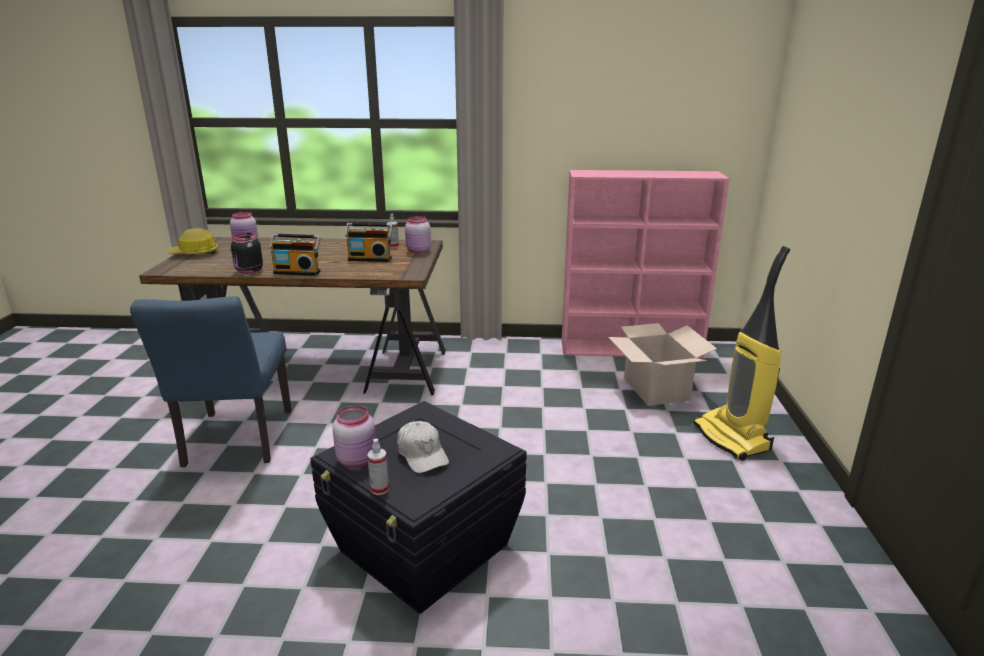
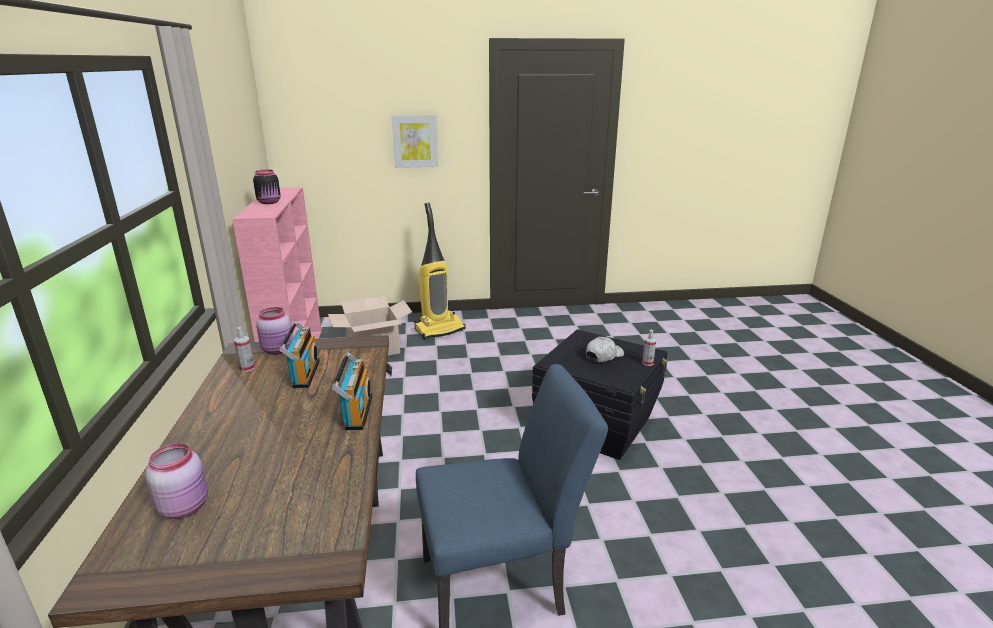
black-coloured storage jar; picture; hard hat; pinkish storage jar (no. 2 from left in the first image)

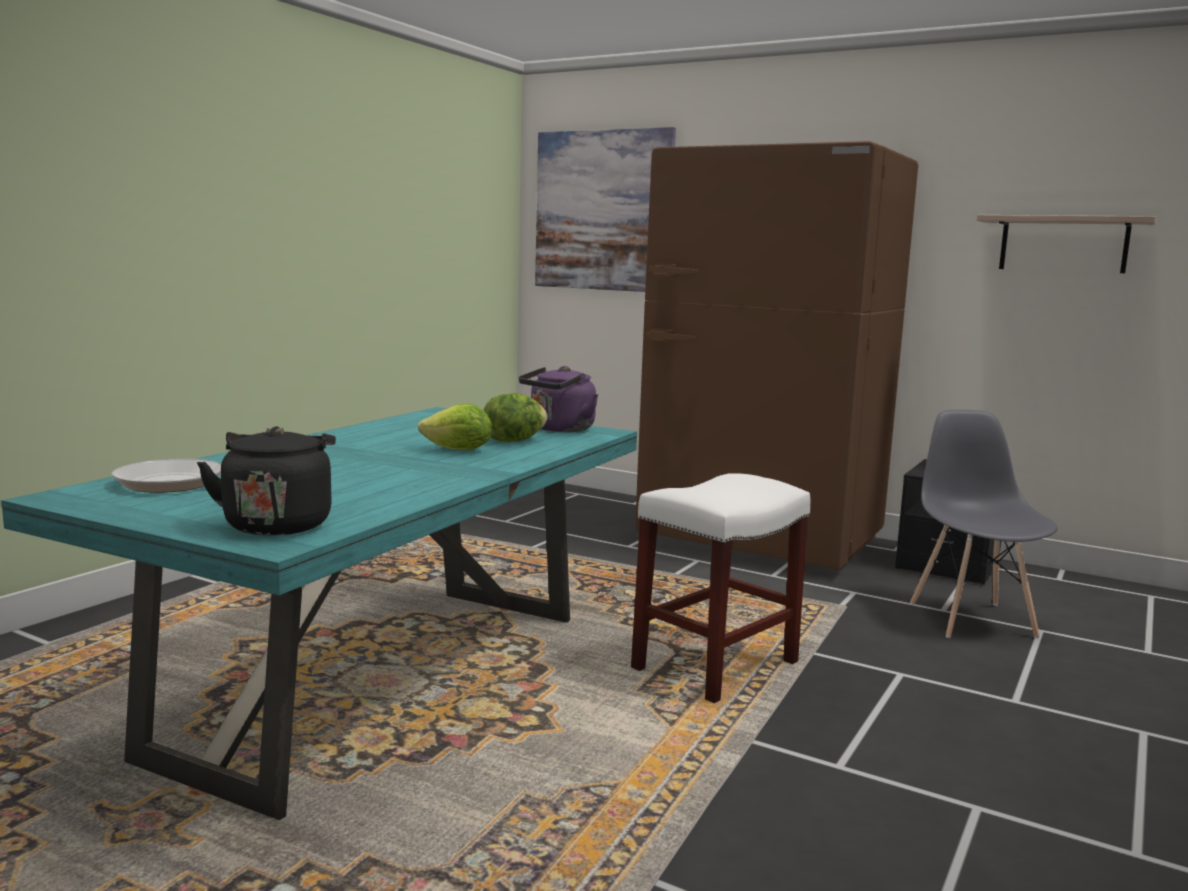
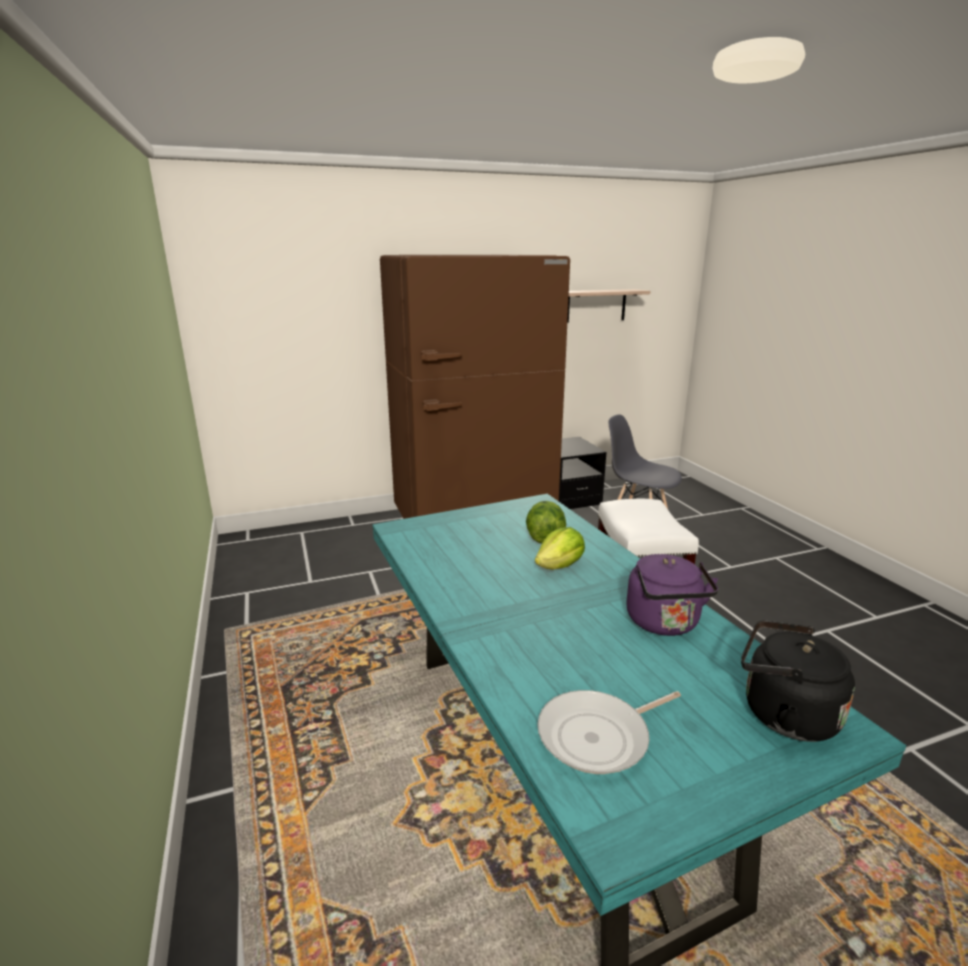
purple-coloured tea kettle; picture

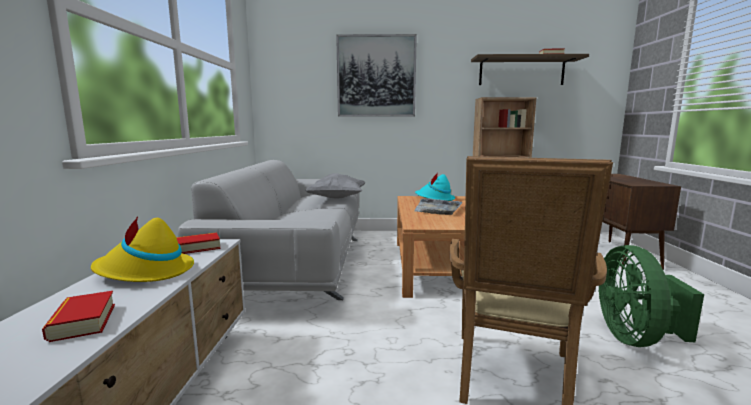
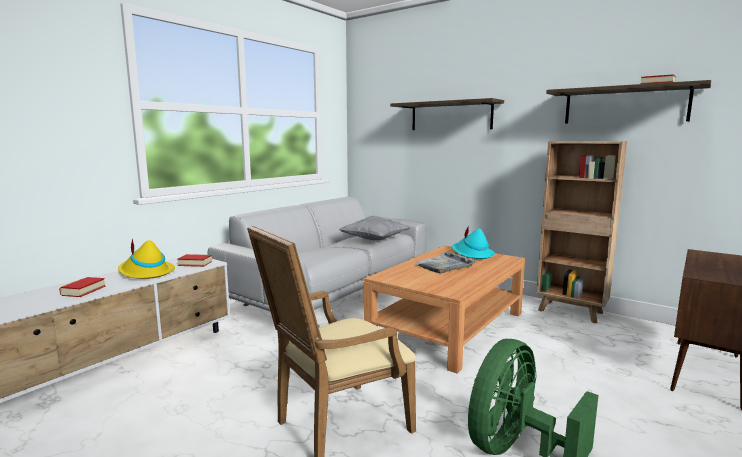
shelf (no. 1 from left)

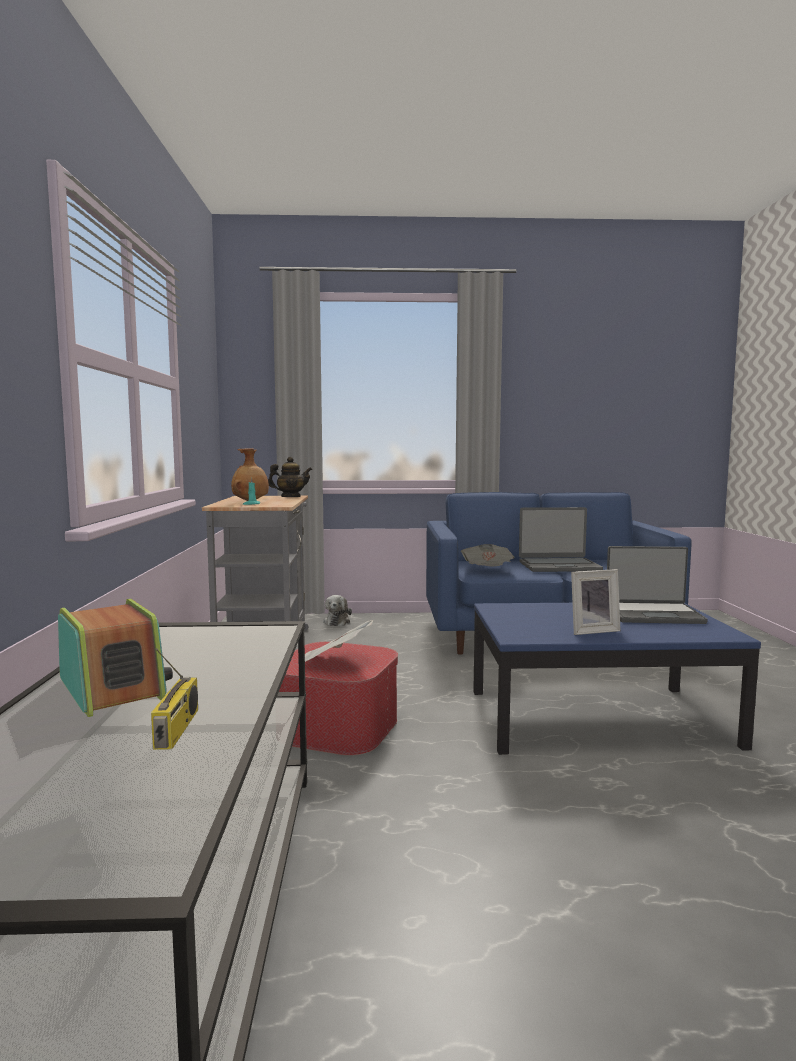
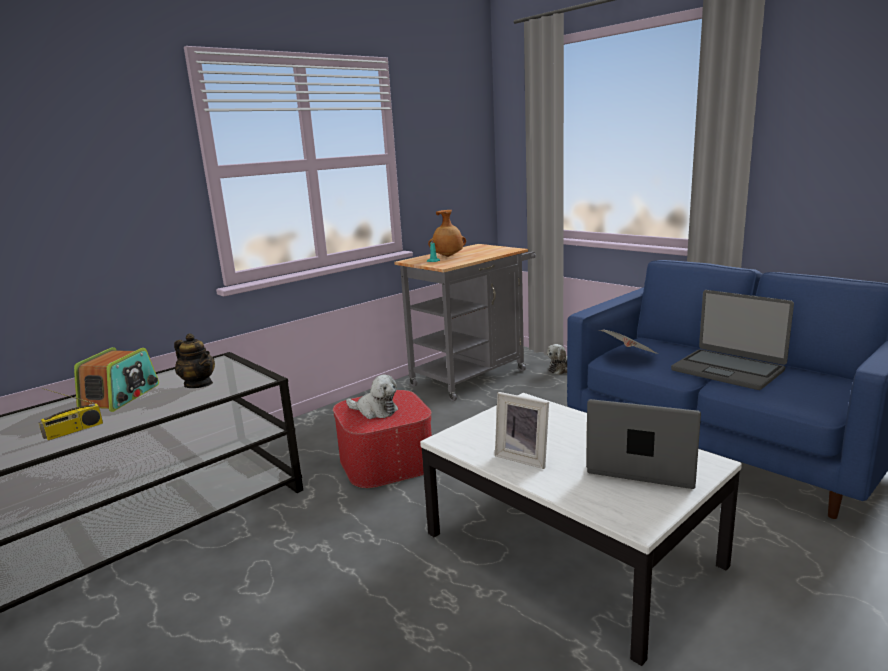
pot for tea; plush toy (no. 1 from left); whitish lounge table; laptop (no. 1 from left)

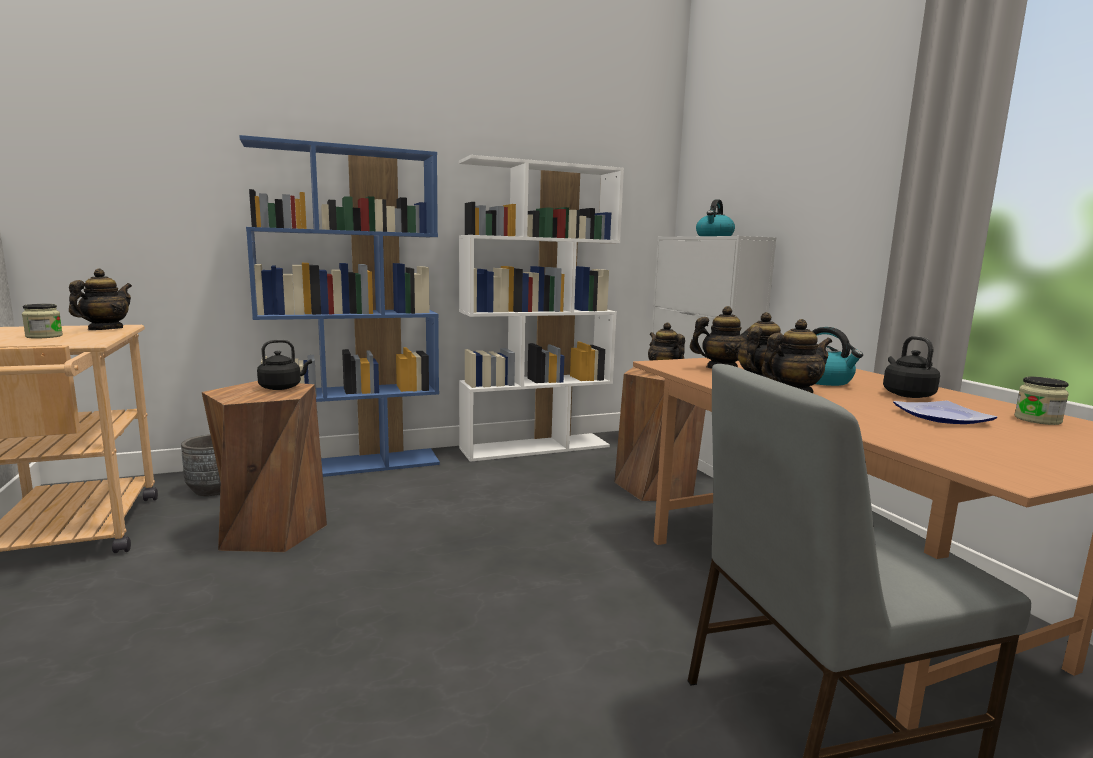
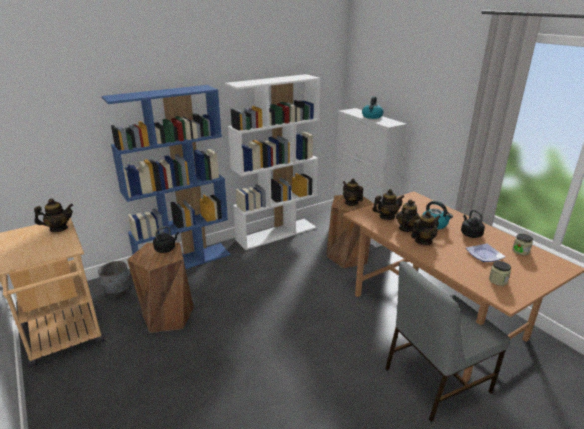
pot for tea (no. 1 from left); storage jar (no. 1 from left)

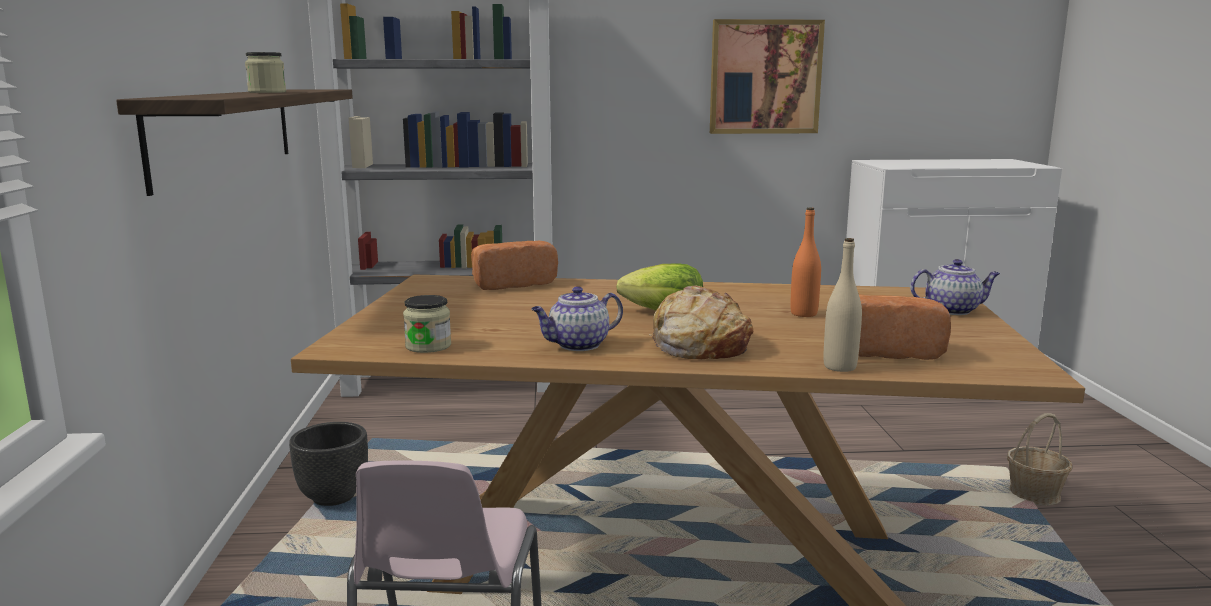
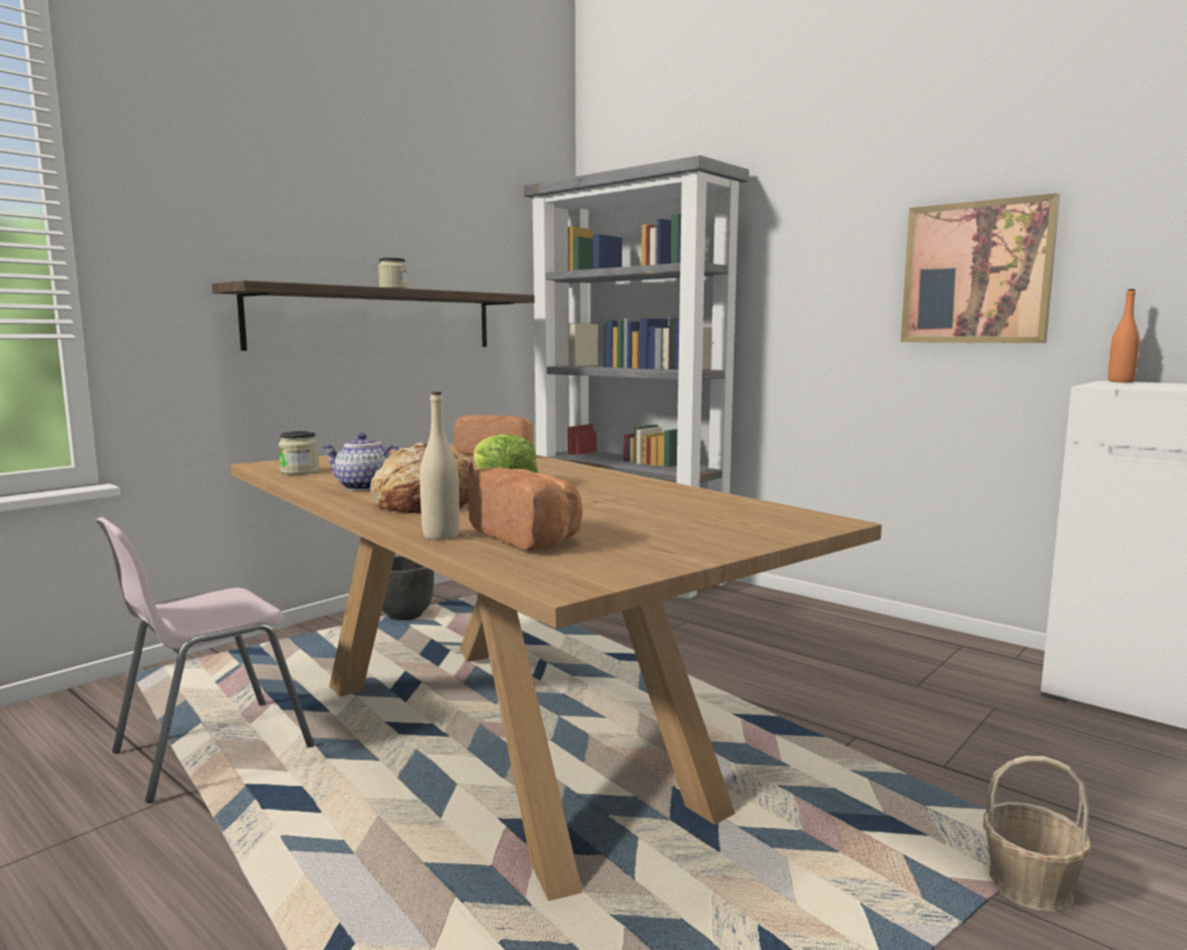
orange-coloured bottle; pot for tea (no. 2 from left in the first image)

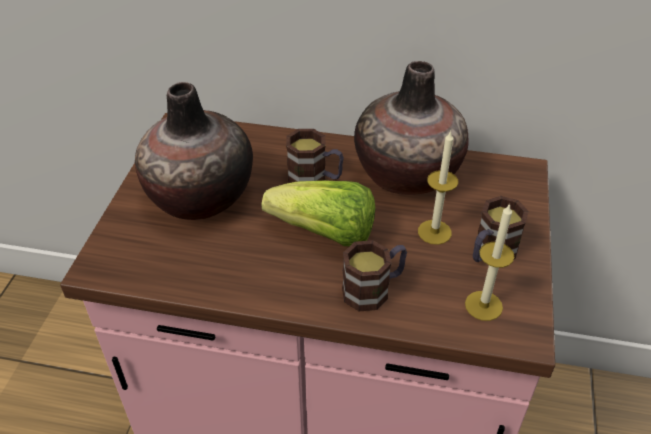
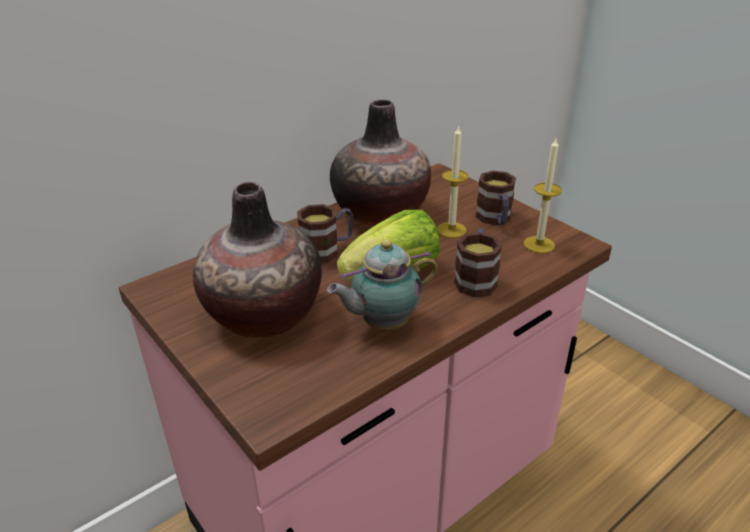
pot for tea

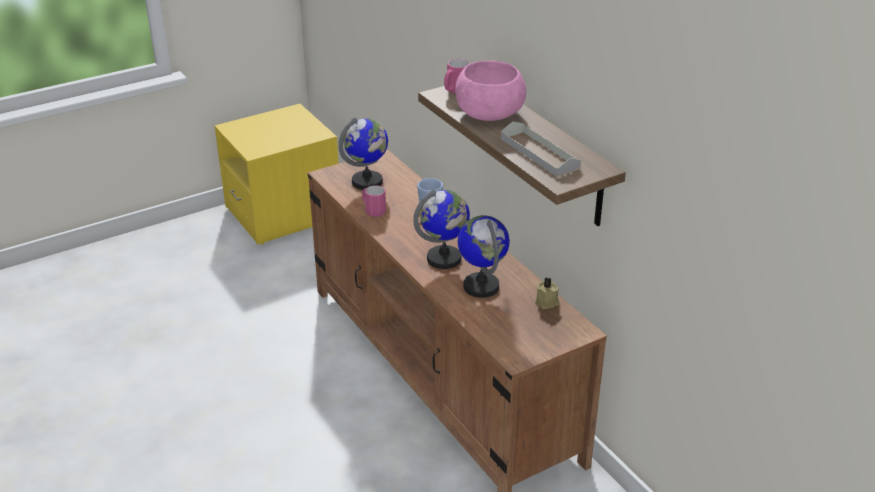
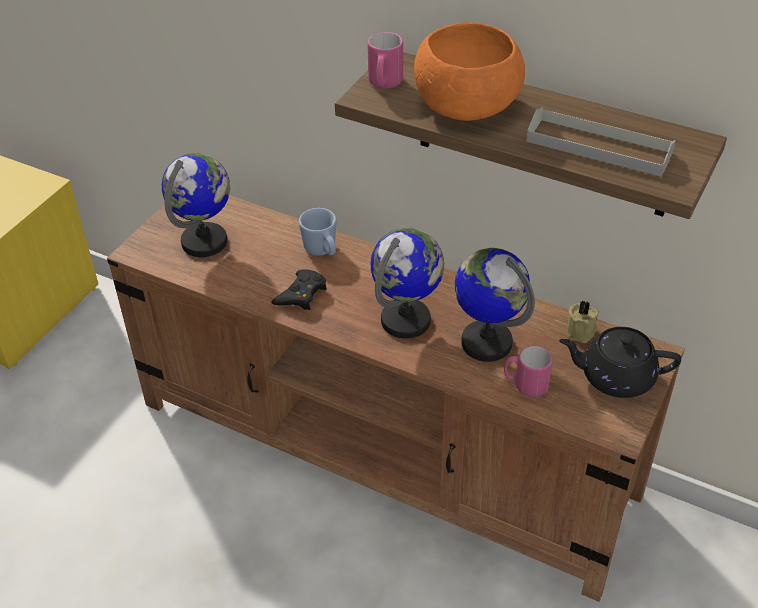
black-coloured joypad; orange-coloured serving bowl; pinkish mug (no. 2 from left); black-coloured pot for tea

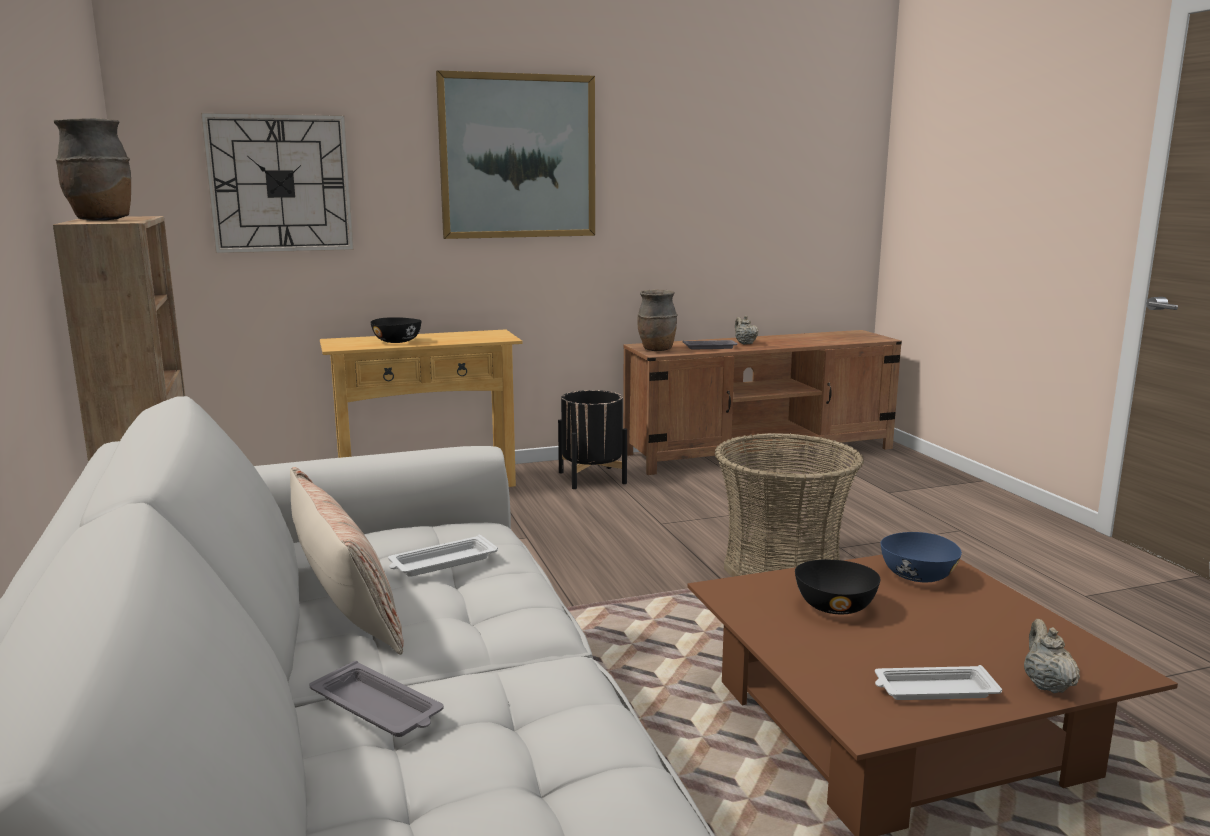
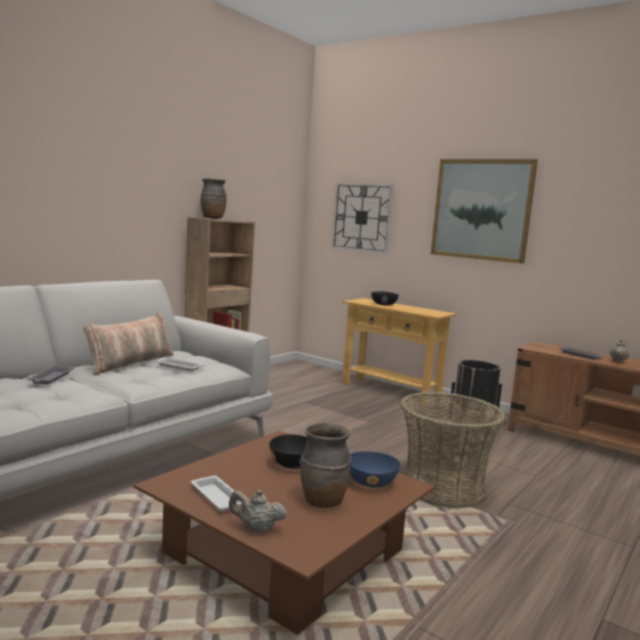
beige-coloured pot for tea (no. 1 from left); brownish decorative vase (no. 2 from left)

